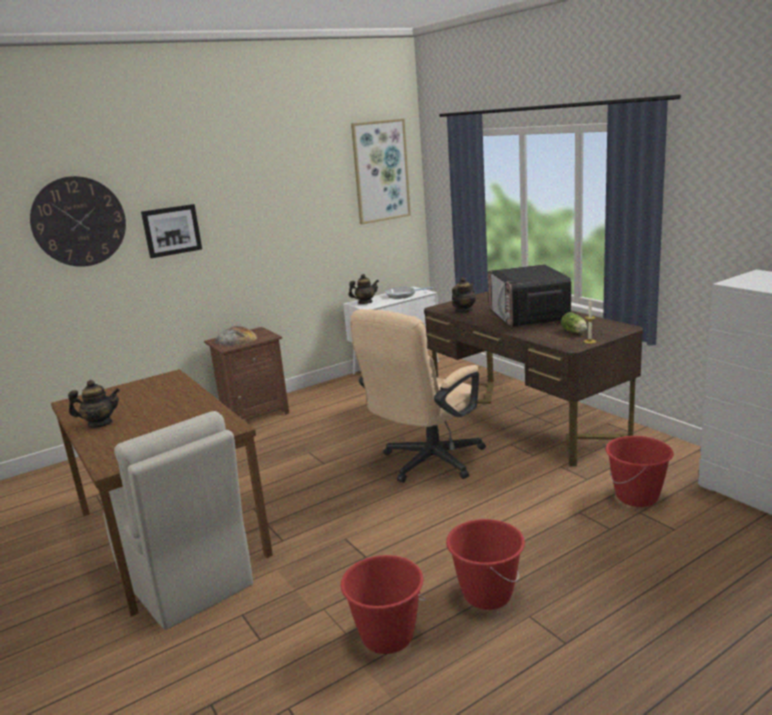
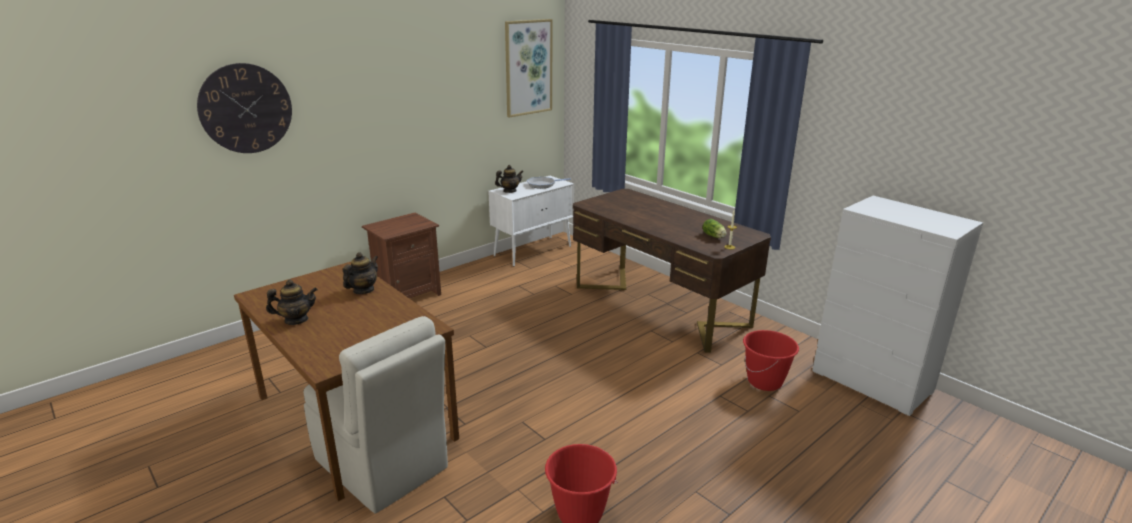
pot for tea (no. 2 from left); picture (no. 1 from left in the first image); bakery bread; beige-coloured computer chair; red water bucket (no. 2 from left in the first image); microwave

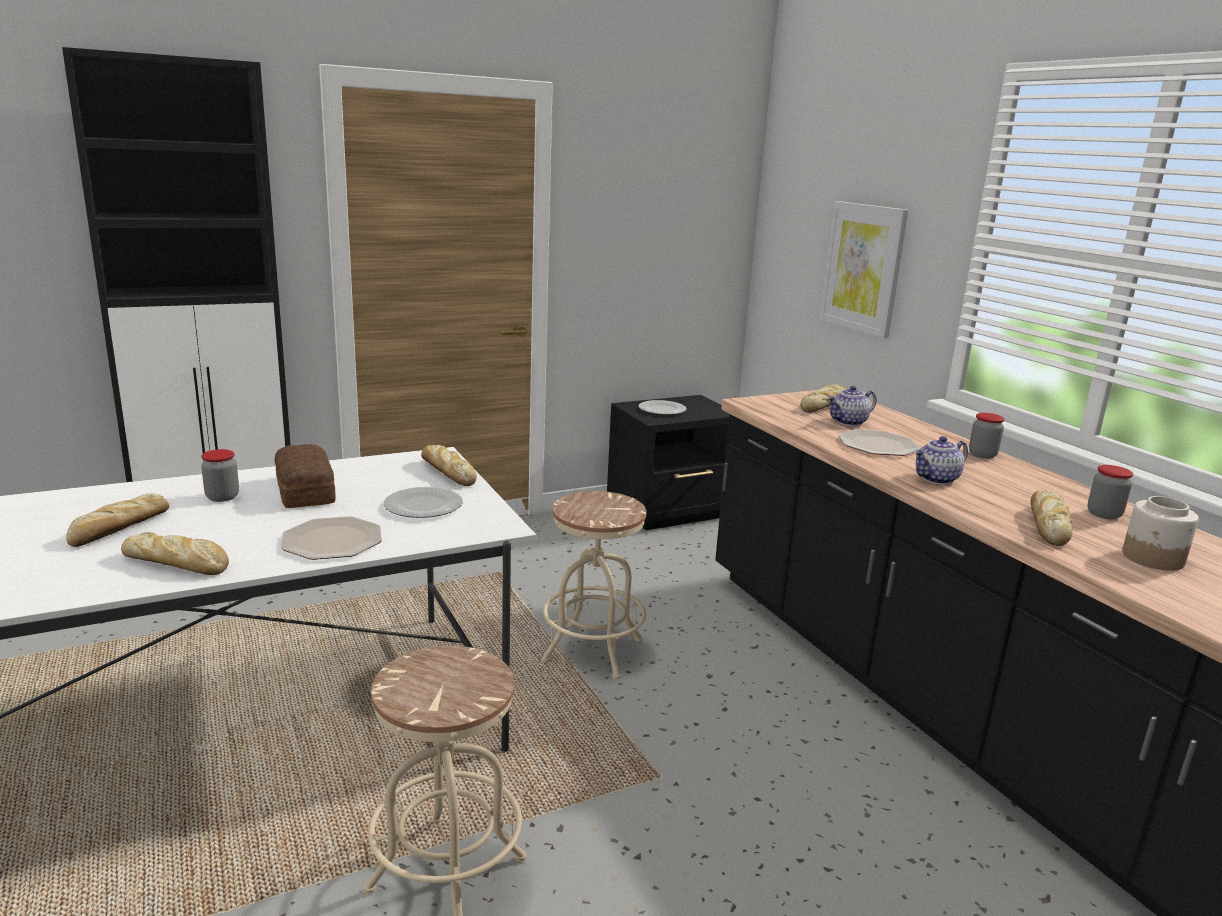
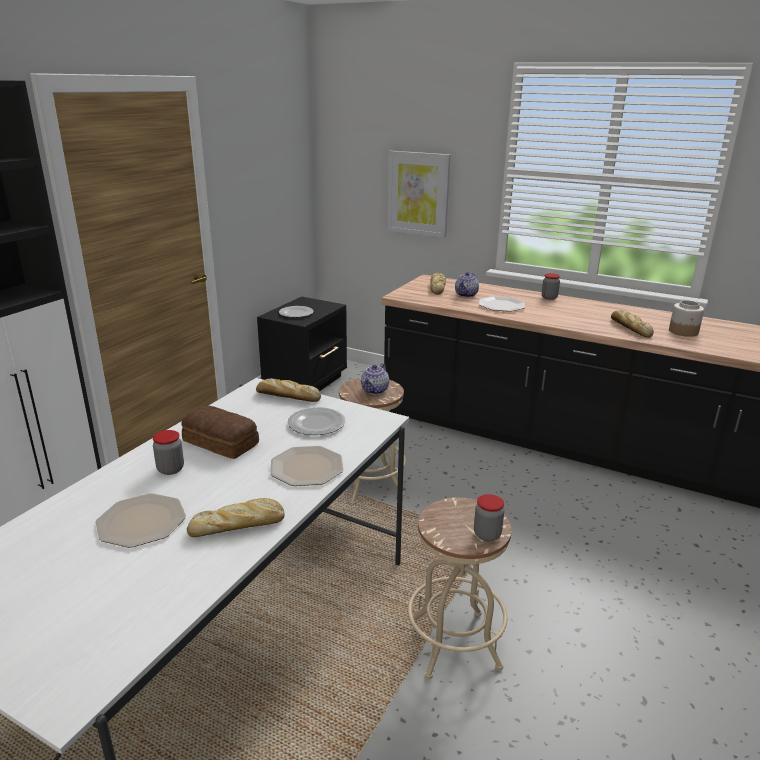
plate (no. 1 from left); pot for tea (no. 1 from left); storage jar (no. 2 from left)

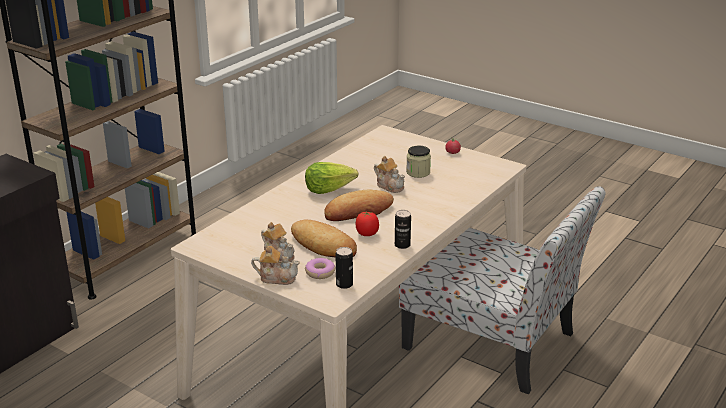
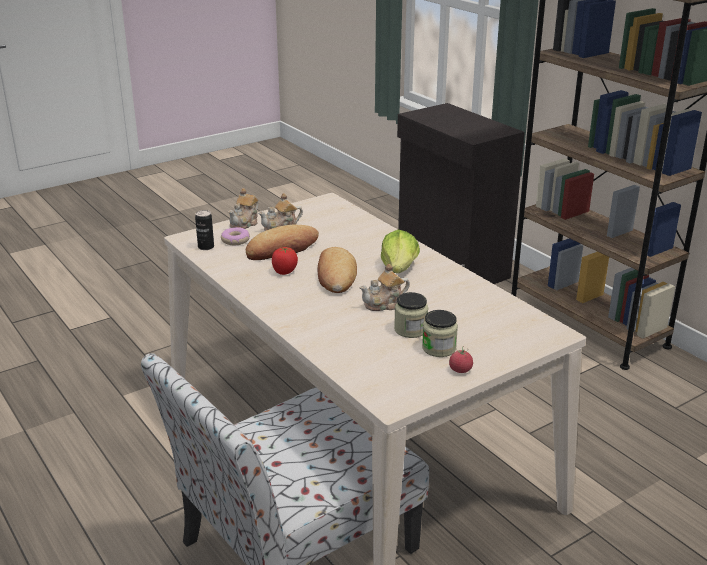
storage jar (no. 2 from left); metal can (no. 2 from left in the first image)

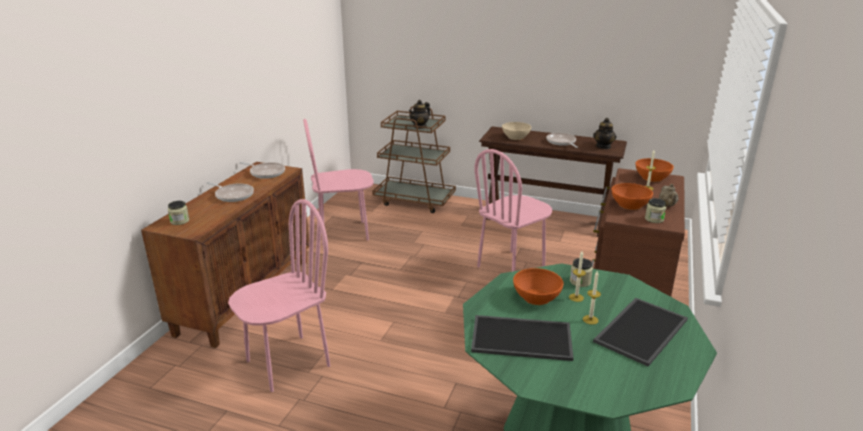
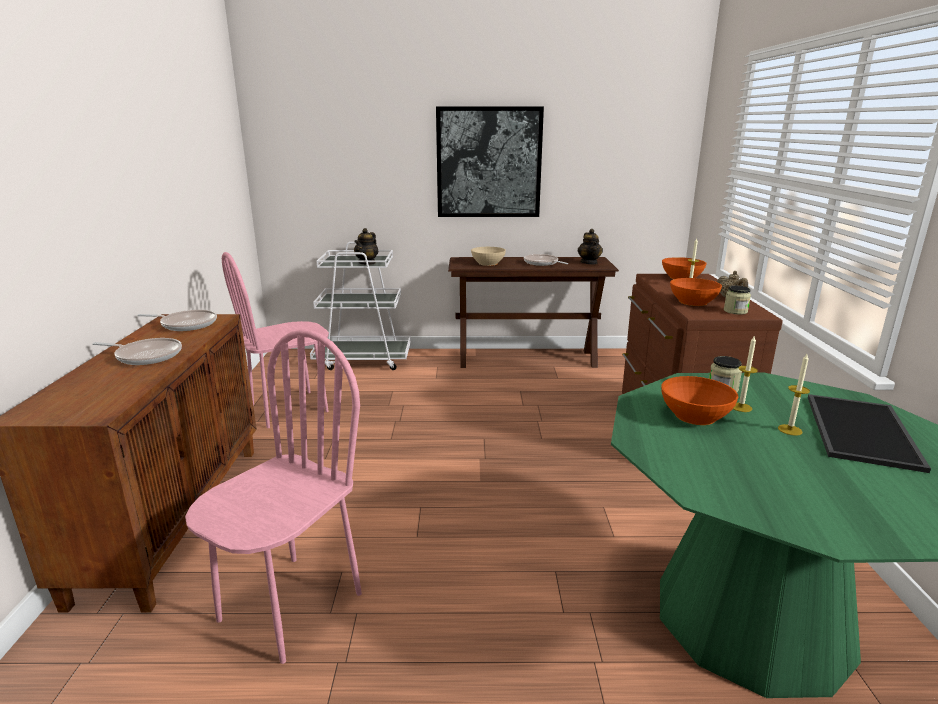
whitish trolley; picture; storage jar (no. 1 from left in the first image); carrying tray (no. 1 from left in the first image); pinkish chair (no. 3 from left in the first image)

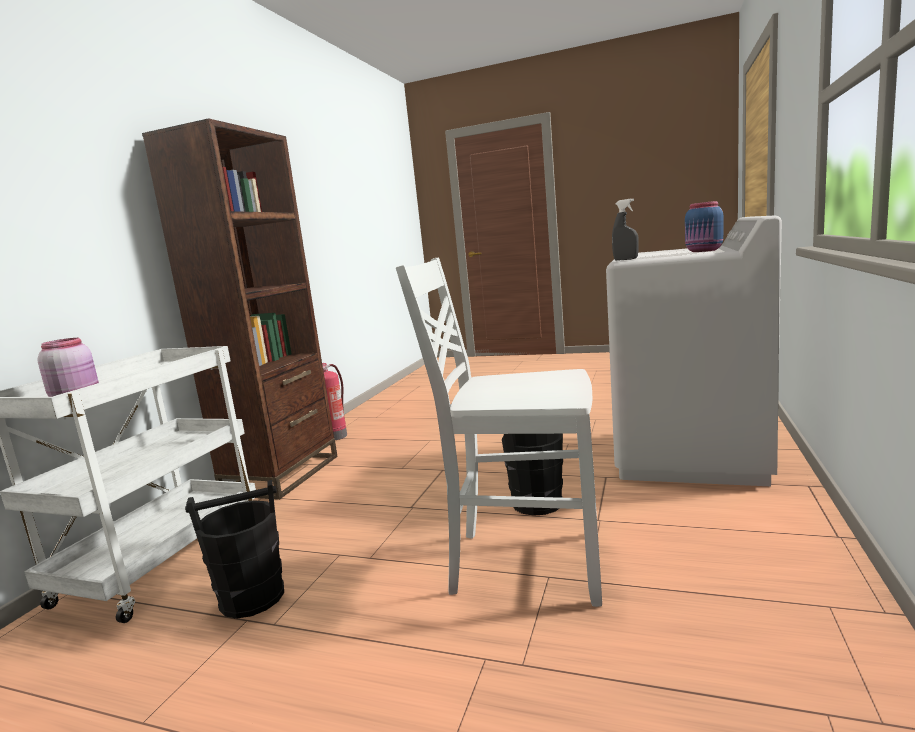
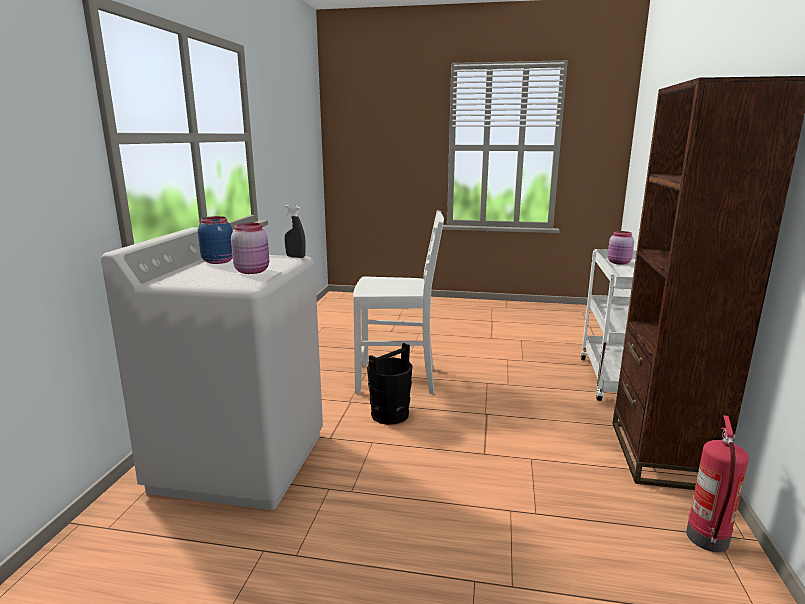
pinkish storage jar (no. 1 from left); black-coloured water bucket (no. 1 from left in the first image)

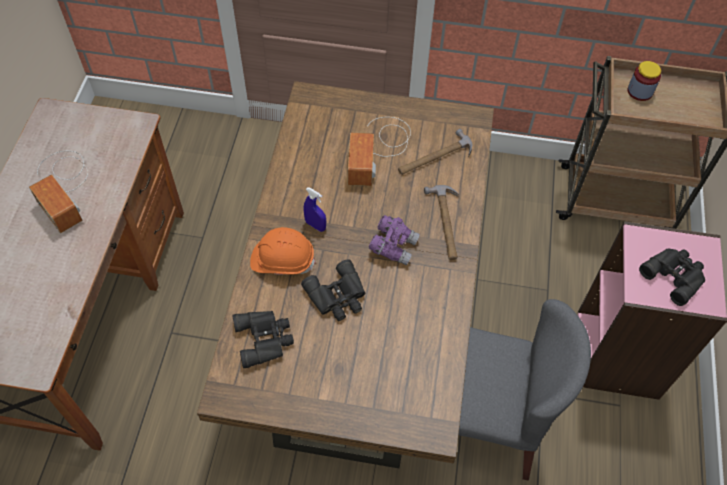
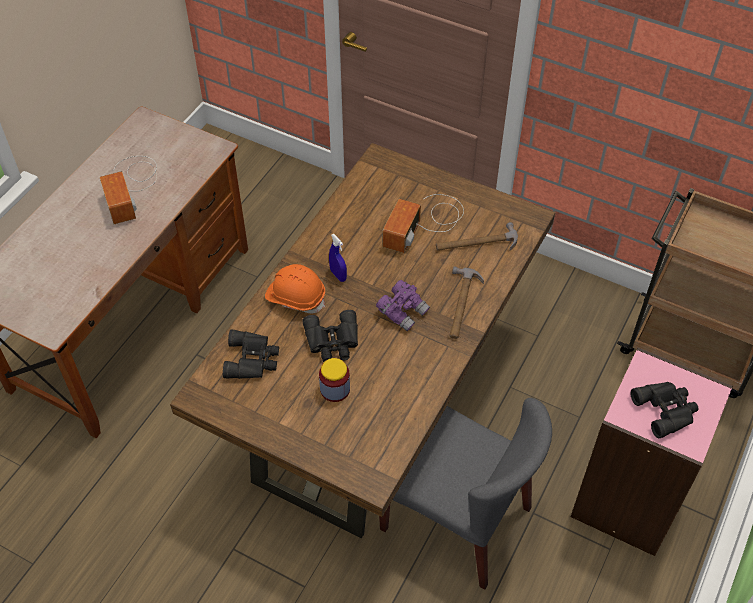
storage jar

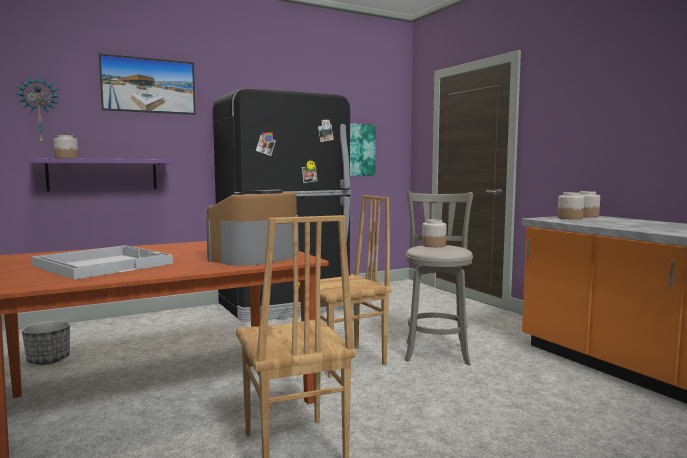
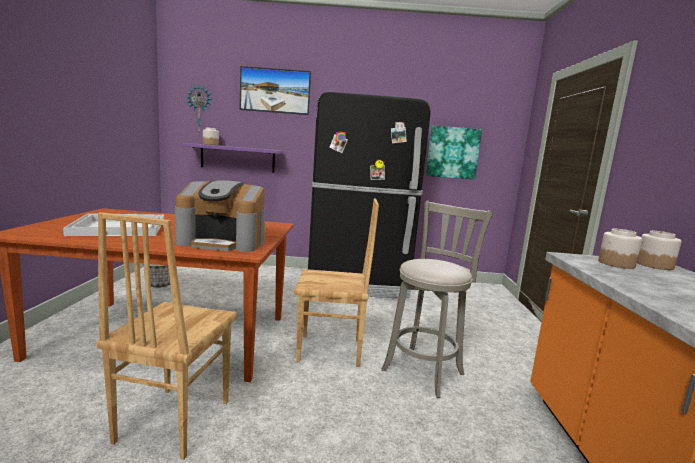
coffee maker; storage jar (no. 2 from left in the first image)

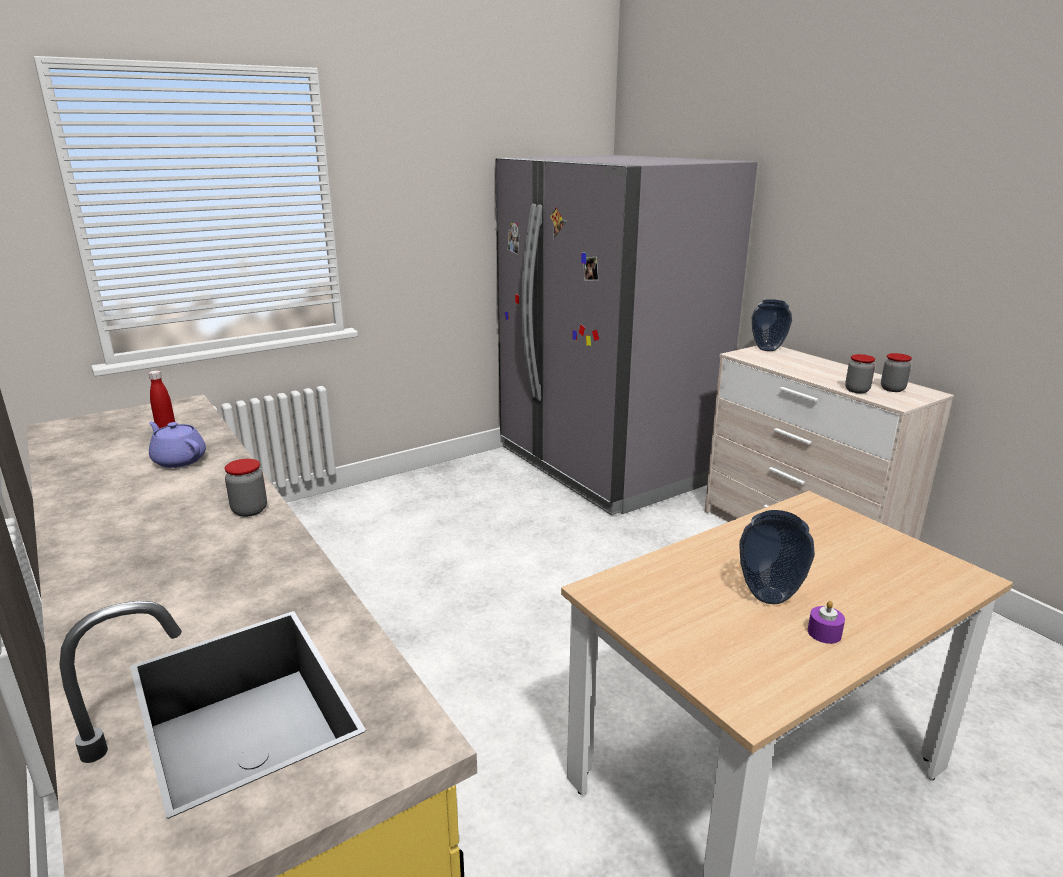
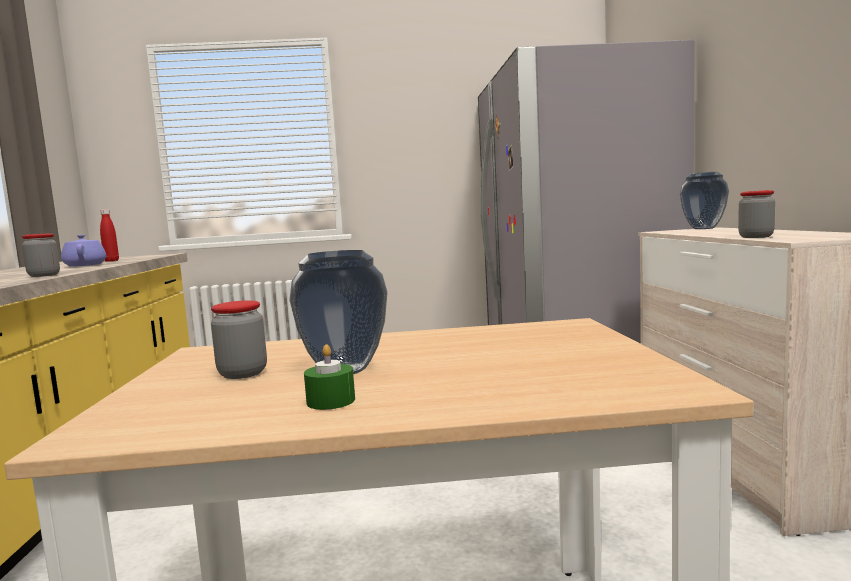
storage jar (no. 2 from left); greenish wax light

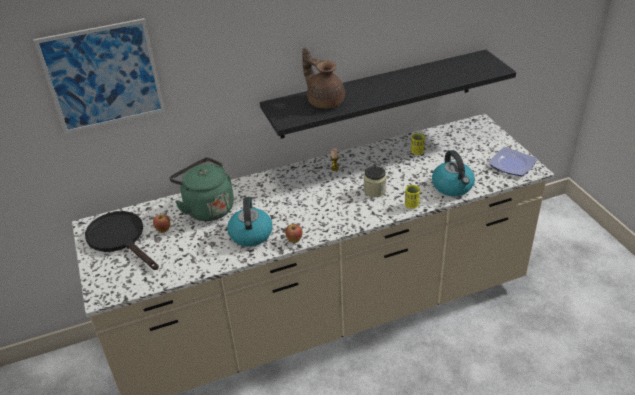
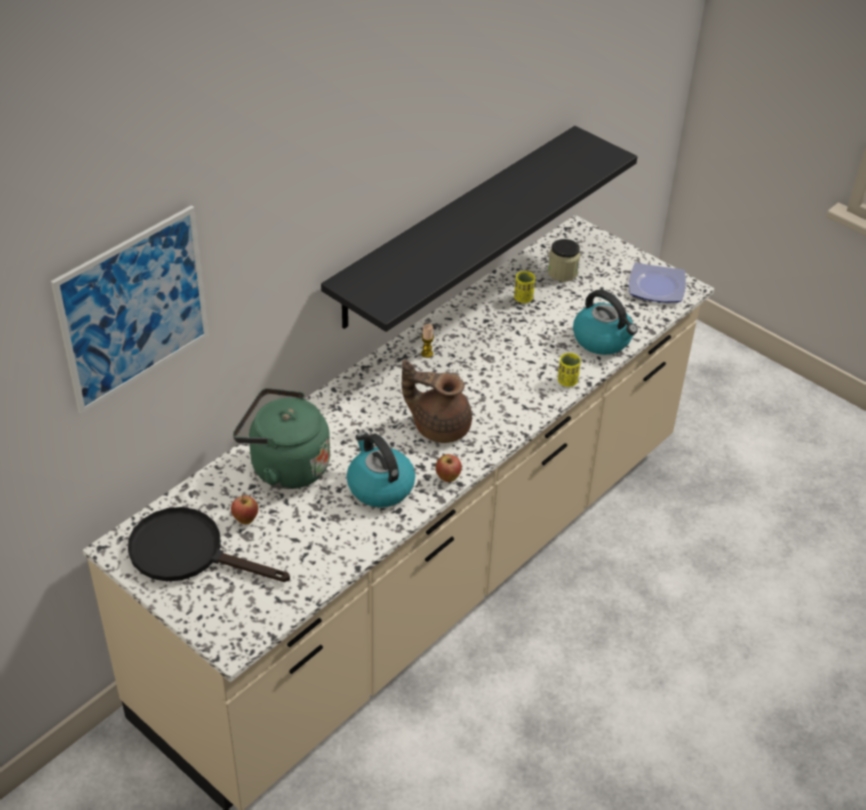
brownish pot for tea; storage jar

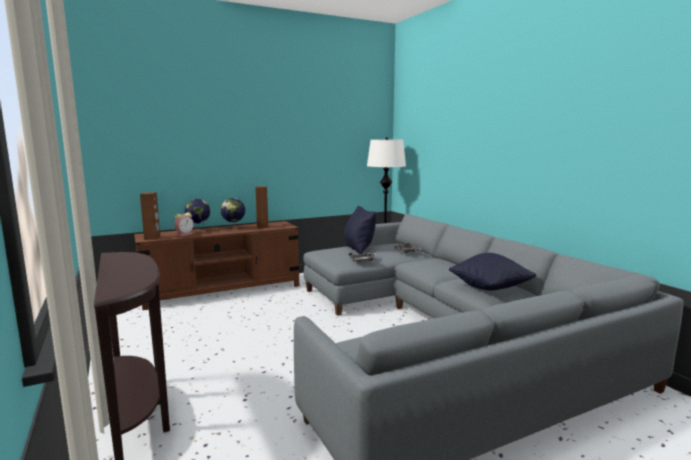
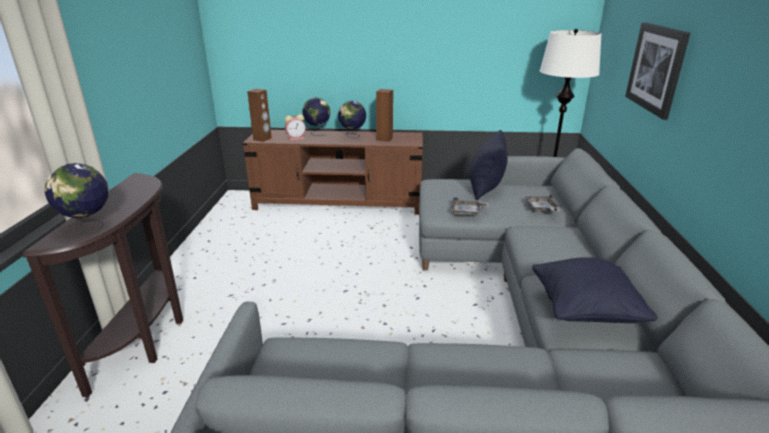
globe (no. 1 from left); picture

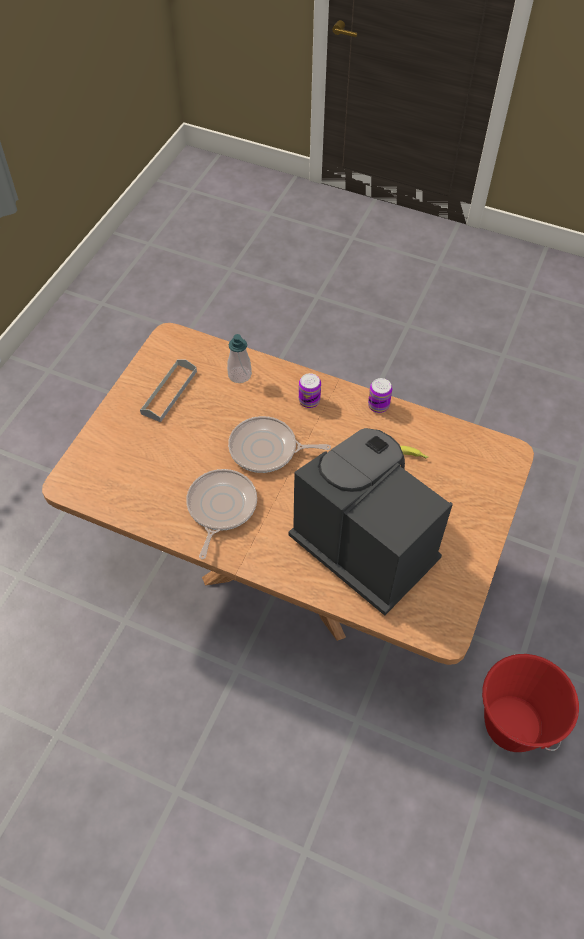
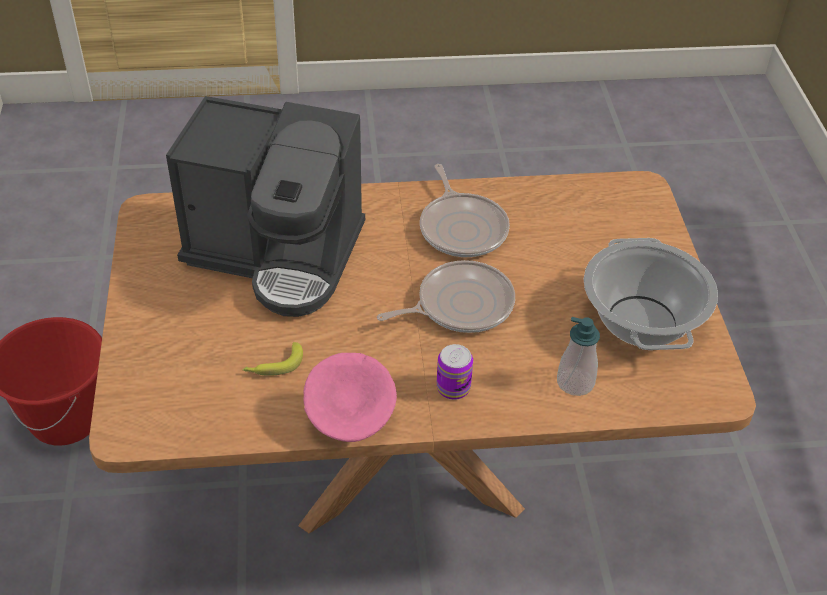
pinkish serving bowl; saucepot

